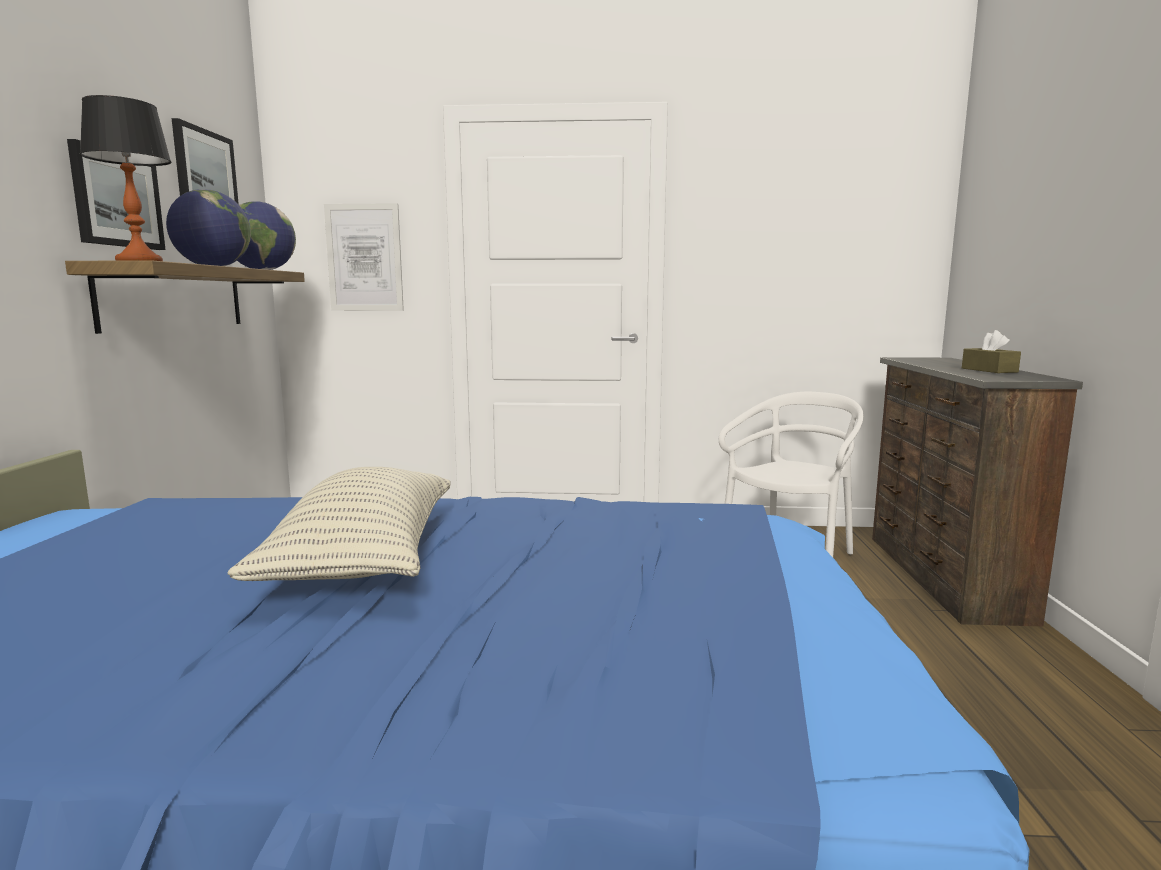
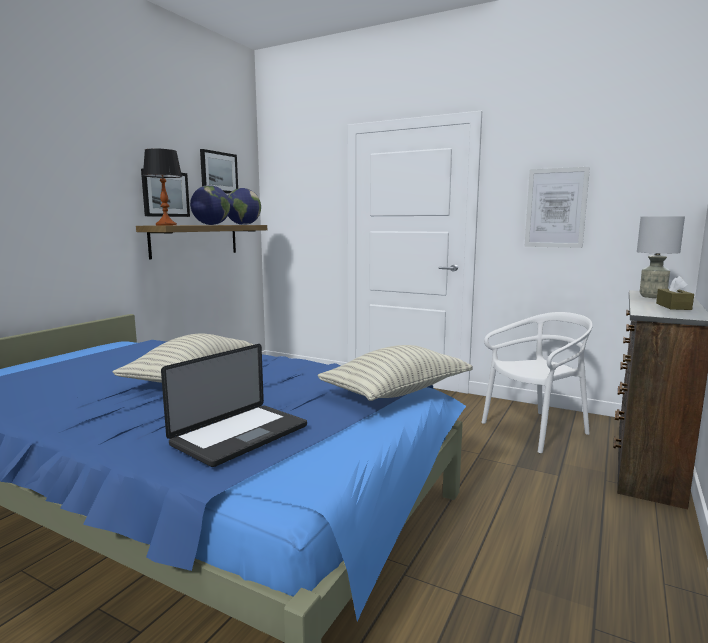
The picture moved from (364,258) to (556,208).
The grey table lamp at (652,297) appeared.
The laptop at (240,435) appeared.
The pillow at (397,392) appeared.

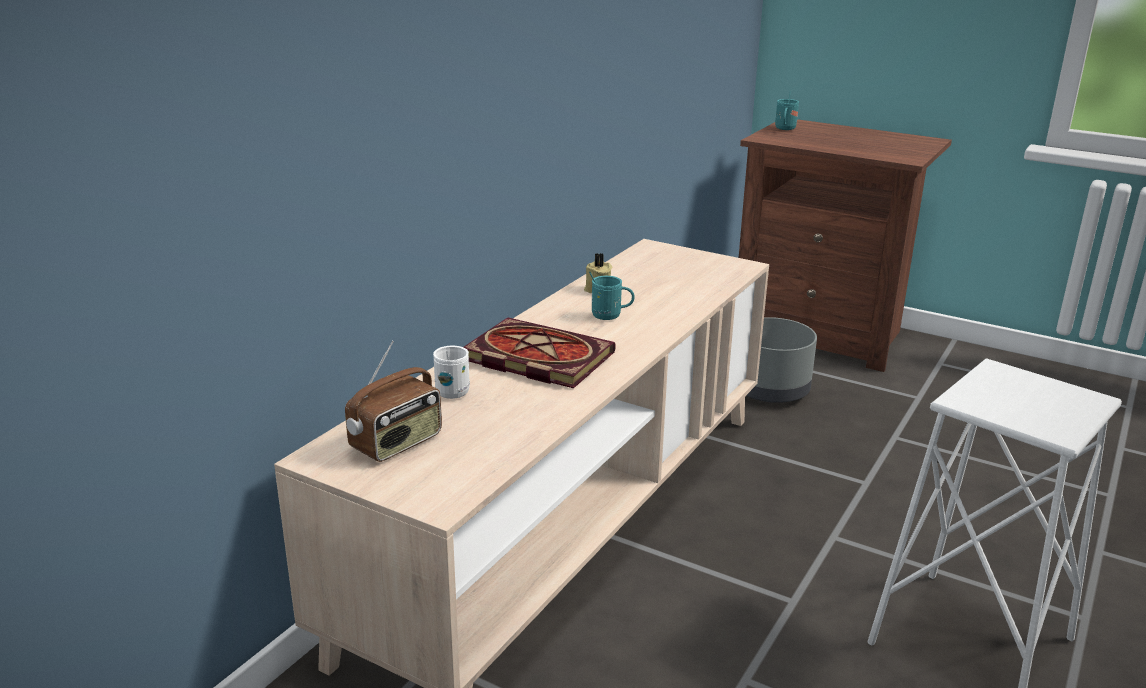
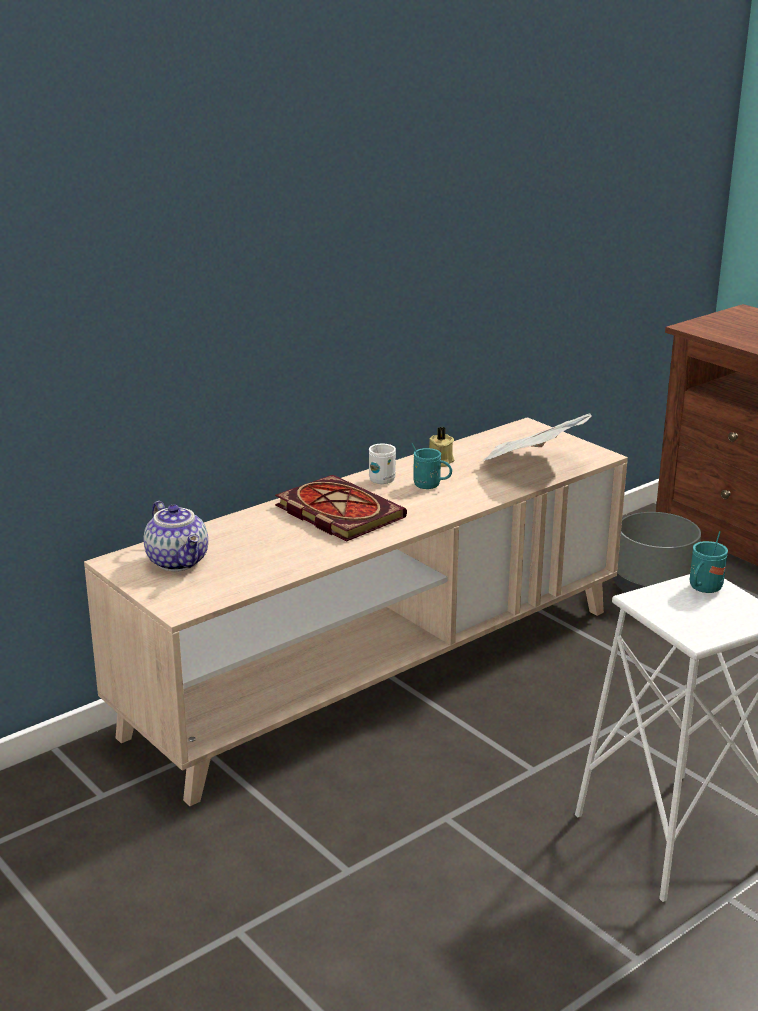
The turquoise mug moved from (784,129) to (703,590).
The radio at (397,444) was replaced by the teapot at (179,561).
The white mug moved from (453,390) to (384,479).
The newspaper at (532,466) appeared.

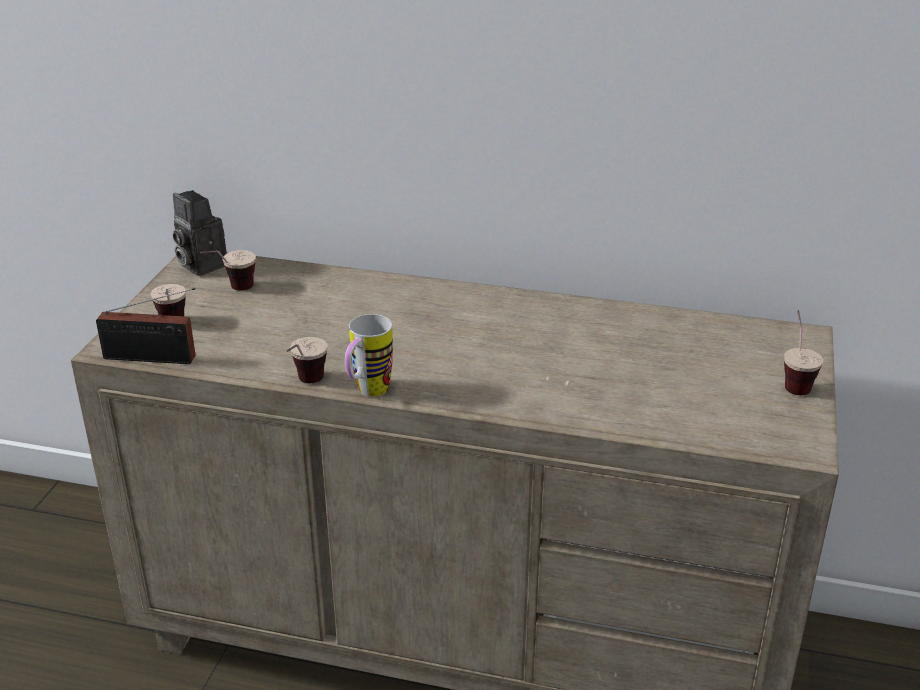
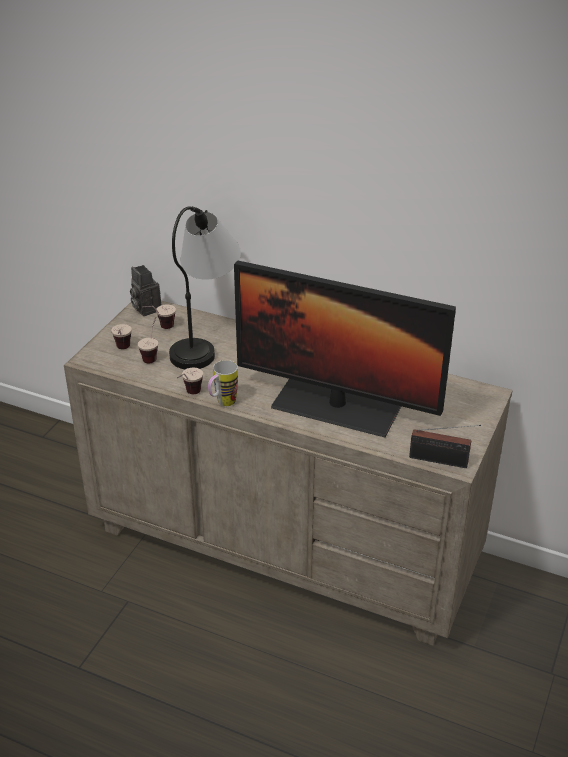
The radio moved from (154,358) to (441,461).
The cup moved from (794,380) to (152,355).
The table lamp at (206,340) appeared.
The monitor at (336,406) appeared.

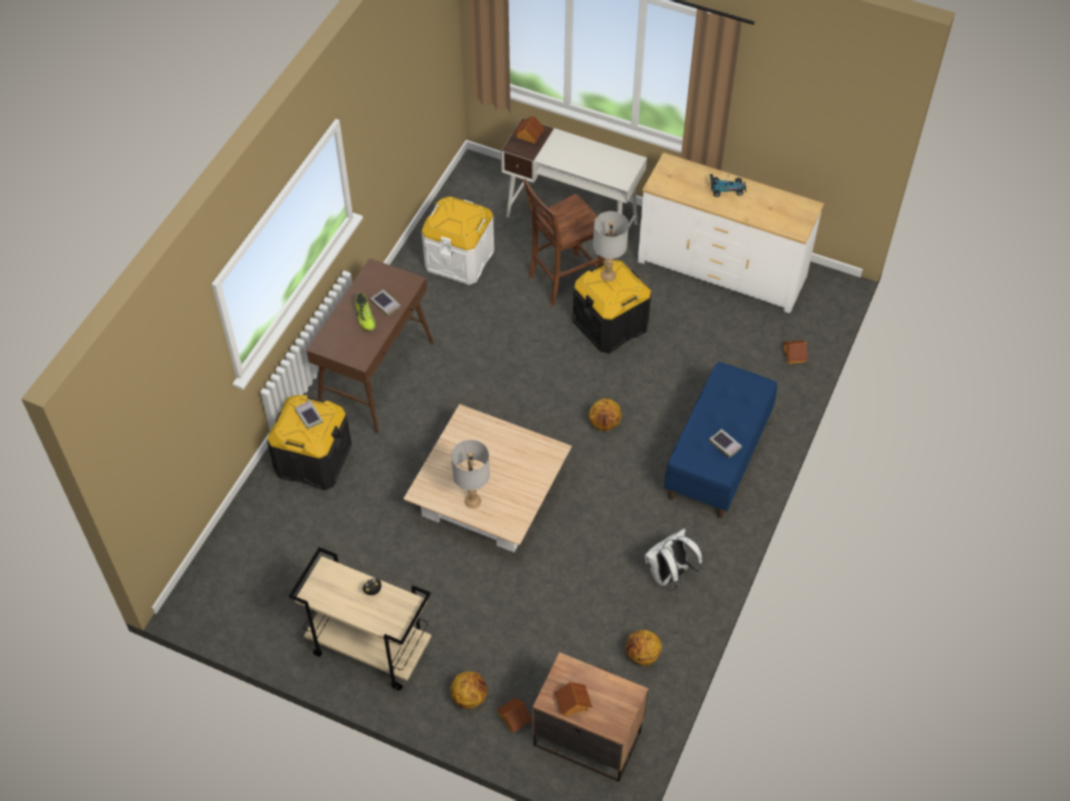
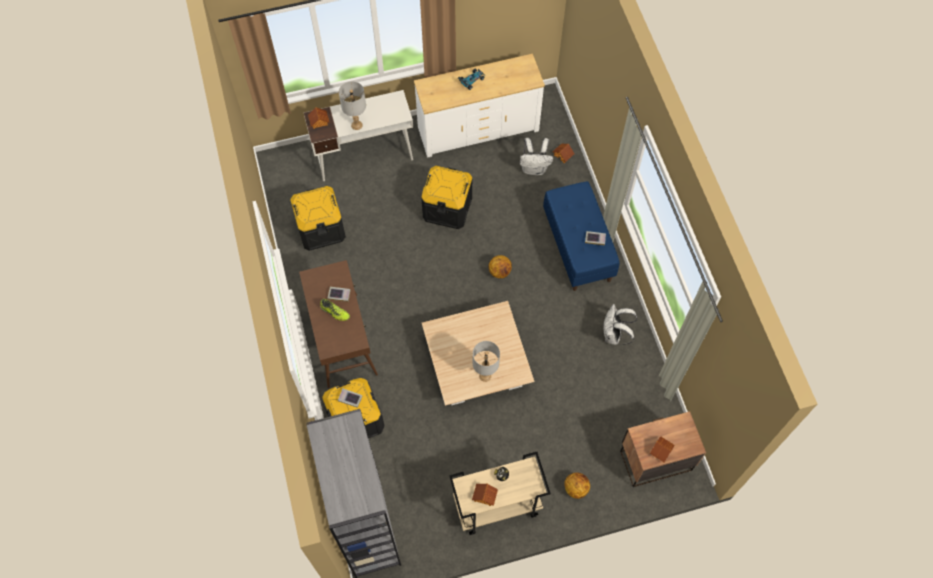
The brown chair at (563,280) disappeared.
The white storage box at (459,259) became the black storage box at (320,228).
The grey table lamp moved from (608,275) to (357,125).
The basketball at (642,655) disappeared.
The toy house moved from (513,718) to (484,496).
The white backpack at (534,168) appeared.
The grey bookcase at (367,526) appeared.

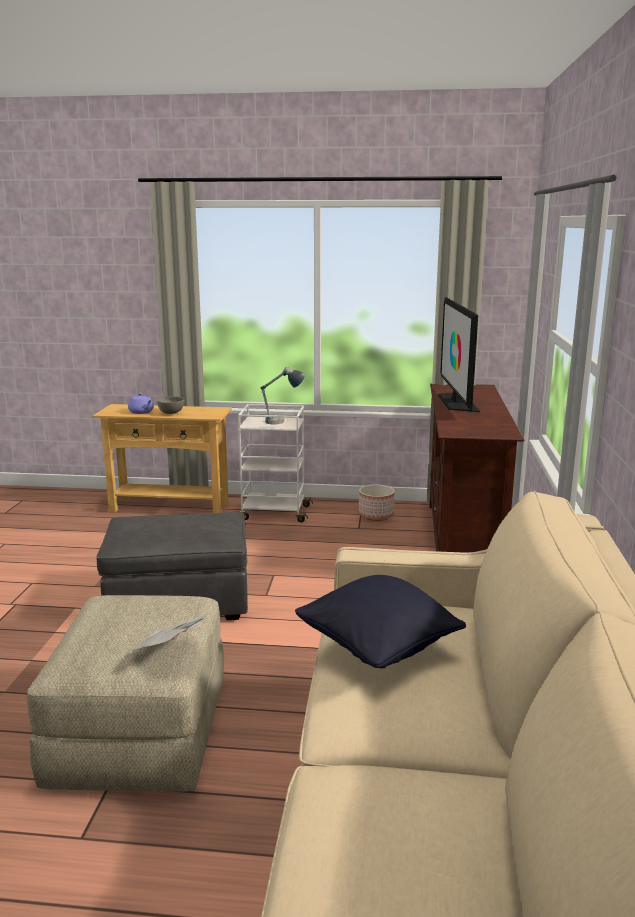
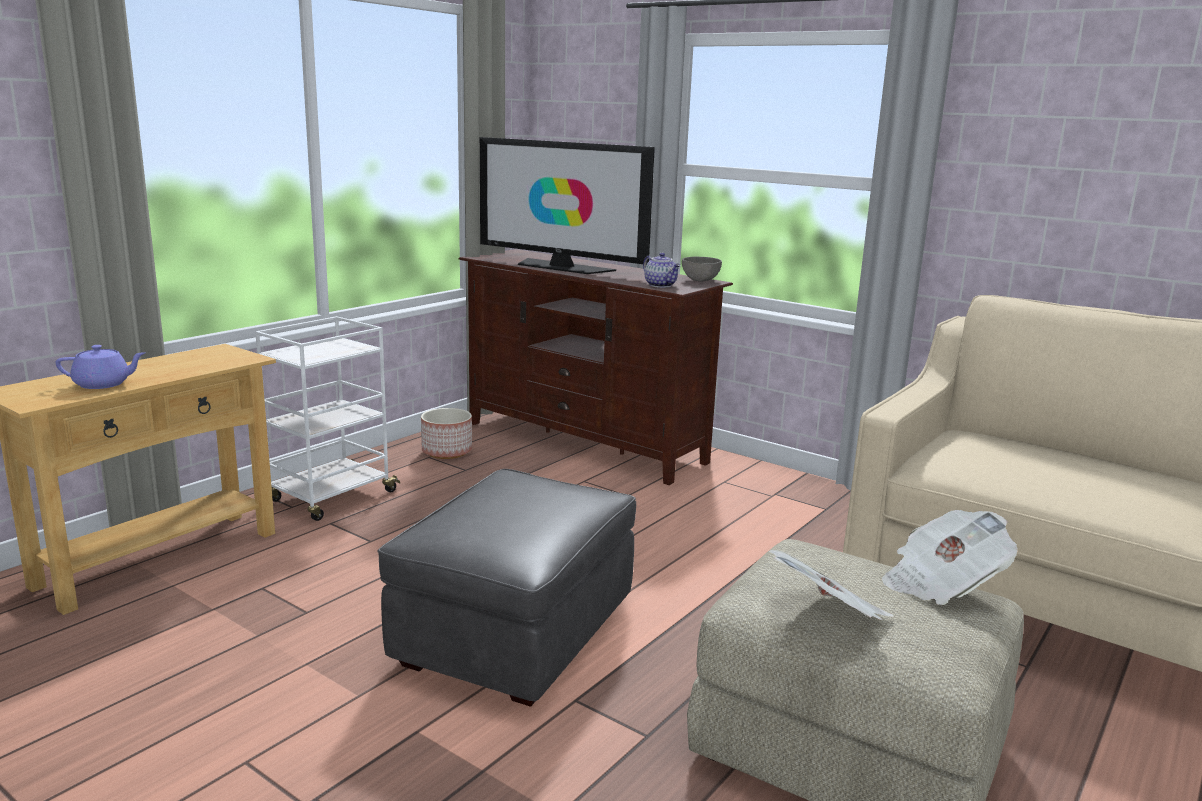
The table lamp at (283,422) disappeared.
The grey bowl moved from (171,413) to (699,280).
The black pillow at (378,649) disappeared.
The teapot at (661,285) appeared.
The newspaper at (828,616) appeared.

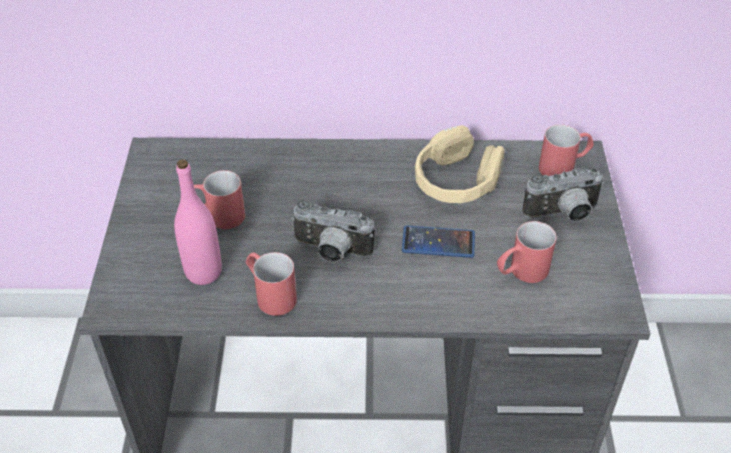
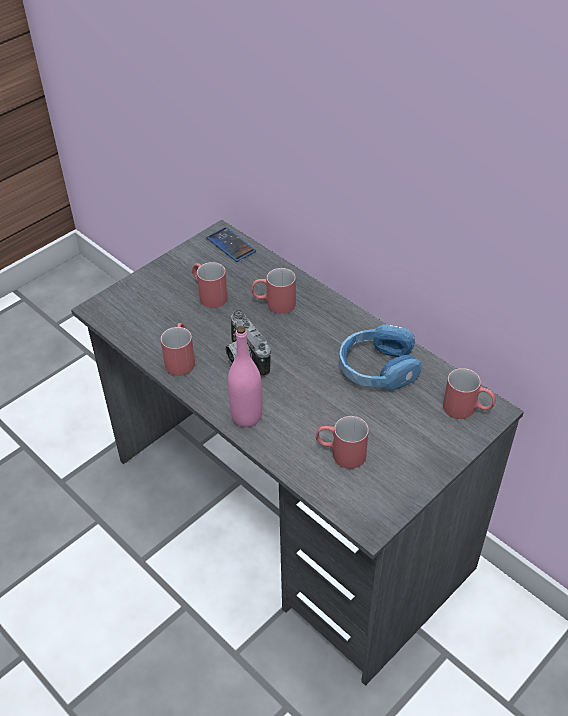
The beige headphones at (456,181) became the blue headphones at (377,369).
The pink bottle moved from (203,272) to (246,416).
The photo camera at (563,215) disappeared.
The phone moved from (438,242) to (231,245).
The red mug at (273,304) appeared.

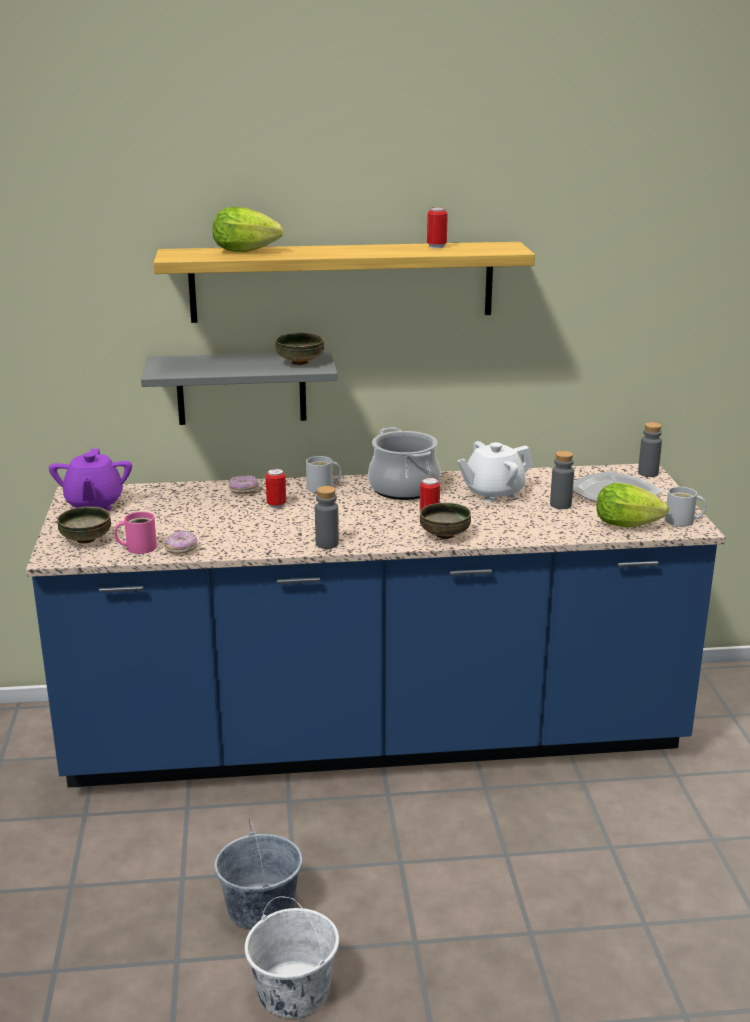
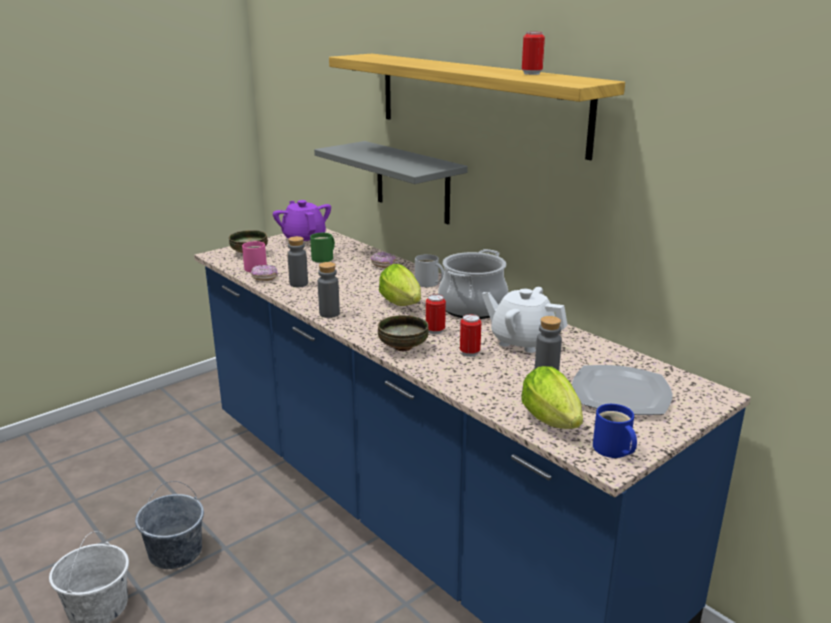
The lettuce moved from (249,251) to (403,305).
The bowl at (300,362) disappeared.
The grey bottle moved from (648,473) to (298,284).
The purple teapot at (94,504) turned 105 degrees clockwise.
The can moved from (276,505) to (469,353).
The white mug at (682,521) became the blue mug at (612,450).
The green mug at (324,258) appeared.

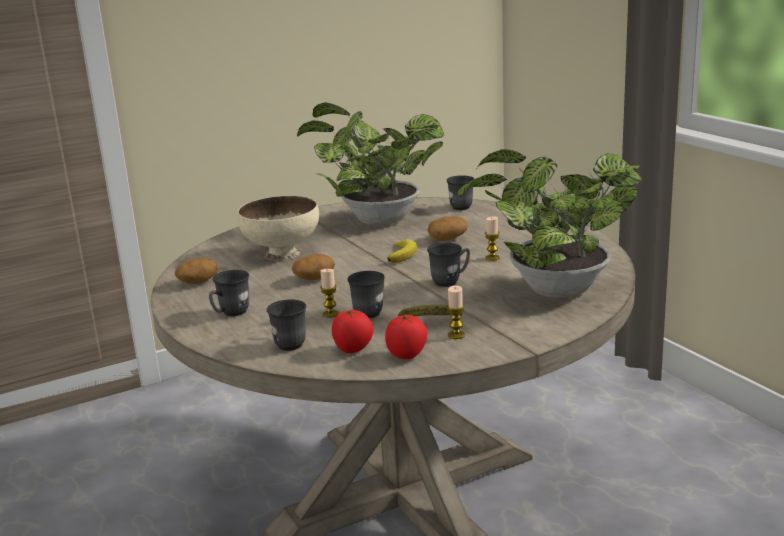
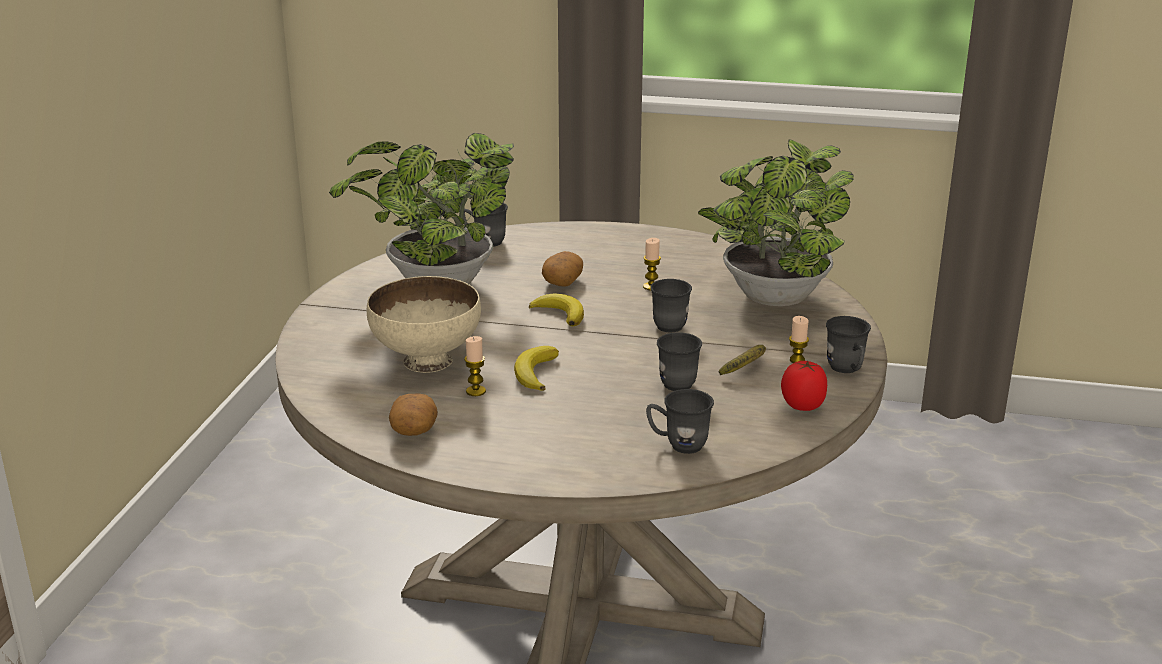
The potato at (314,278) was replaced by the banana at (535,373).
The candle moved from (330,314) to (476,391).
The grey mug moved from (230,314) to (847,370).
The tomato at (353,349) disappeared.

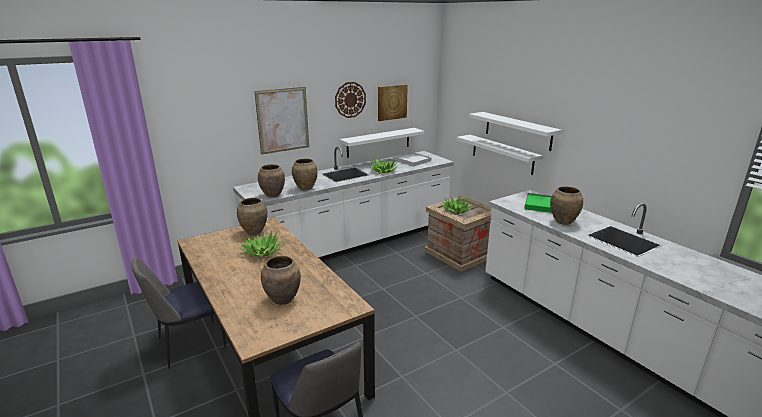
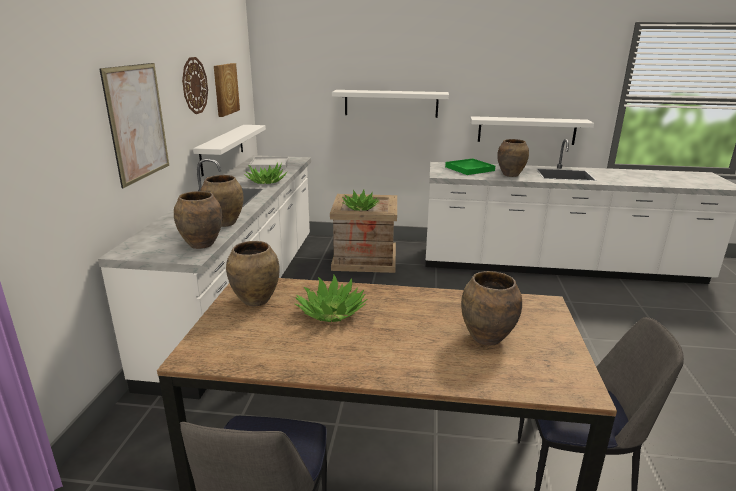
The white shelf moved from (502,154) to (526,130).

